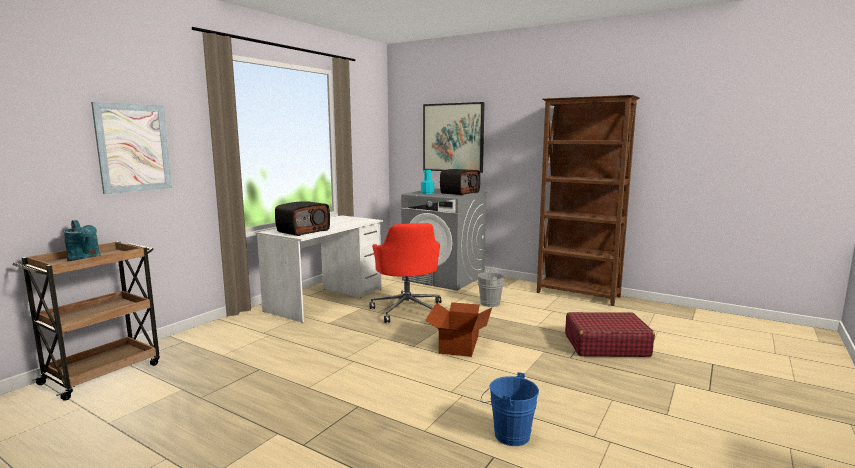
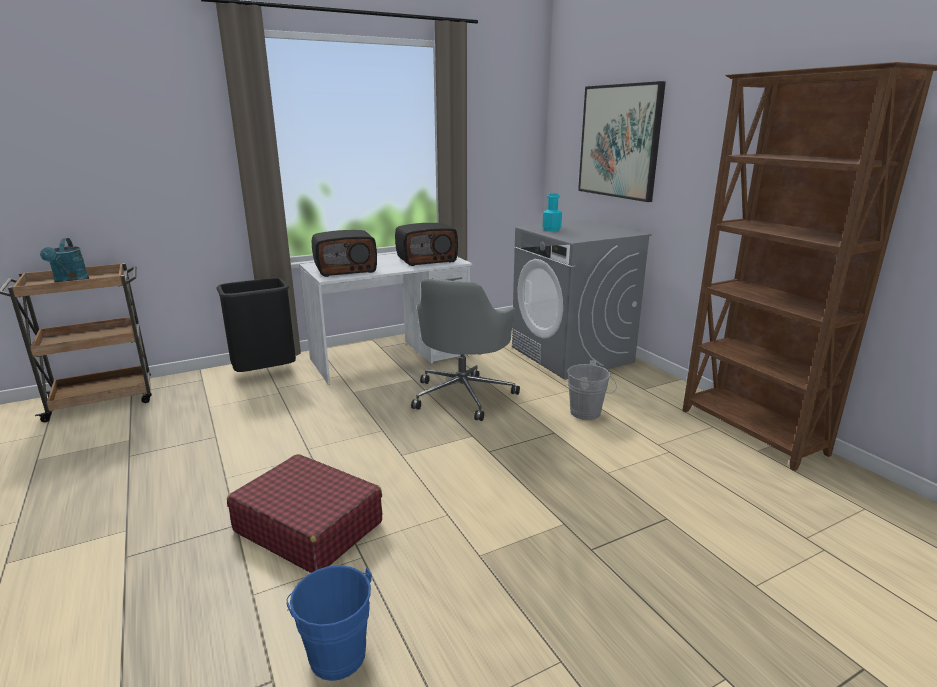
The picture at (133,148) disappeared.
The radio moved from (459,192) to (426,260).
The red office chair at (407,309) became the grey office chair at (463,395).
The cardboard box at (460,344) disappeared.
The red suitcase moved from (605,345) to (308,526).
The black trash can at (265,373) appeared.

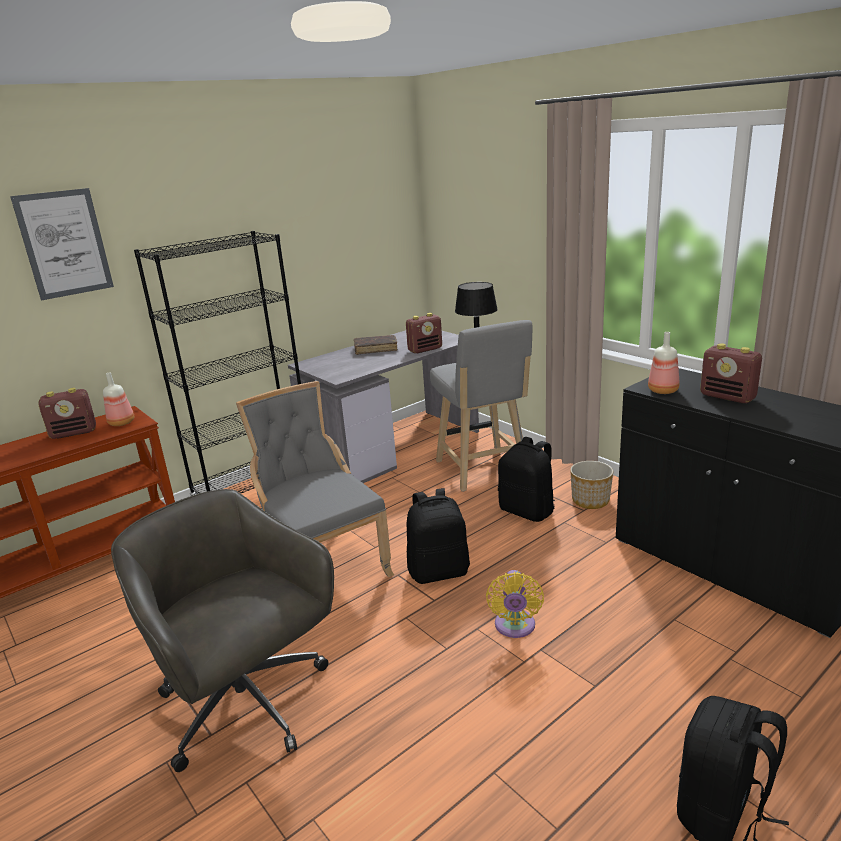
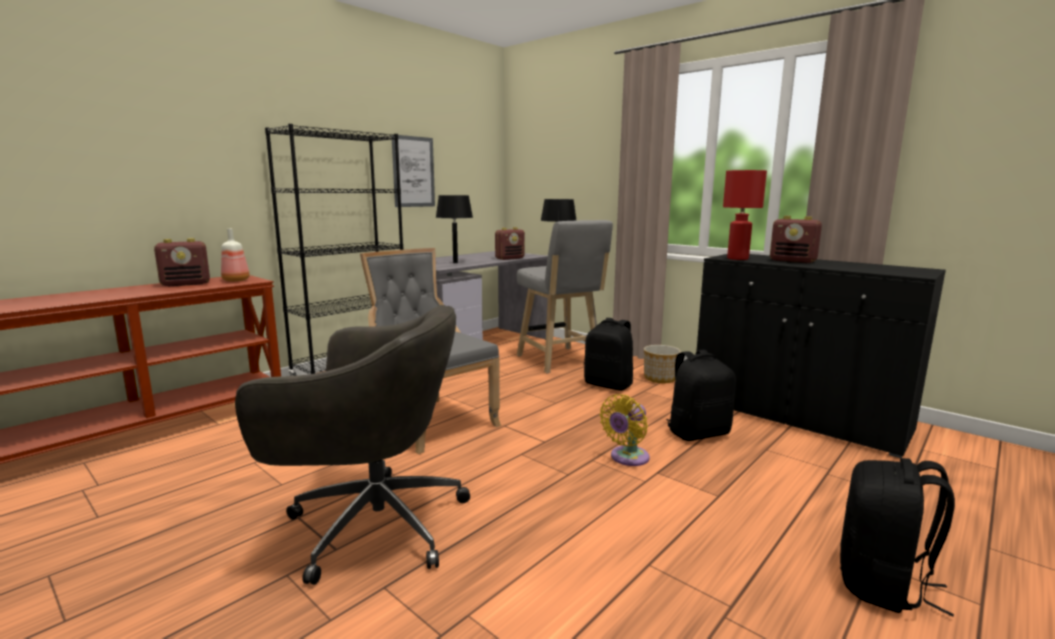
The picture moved from (64,244) to (413,172).
The bottle at (663,390) was replaced by the red table lamp at (738,259).
The brown book at (376,349) disappeared.
The black backpack moved from (439,571) to (697,433).
The grey office chair at (247,705) turned 150 degrees clockwise.
The yellow fan at (514,627) turned 45 degrees clockwise.
The black table lamp at (455,263) appeared.

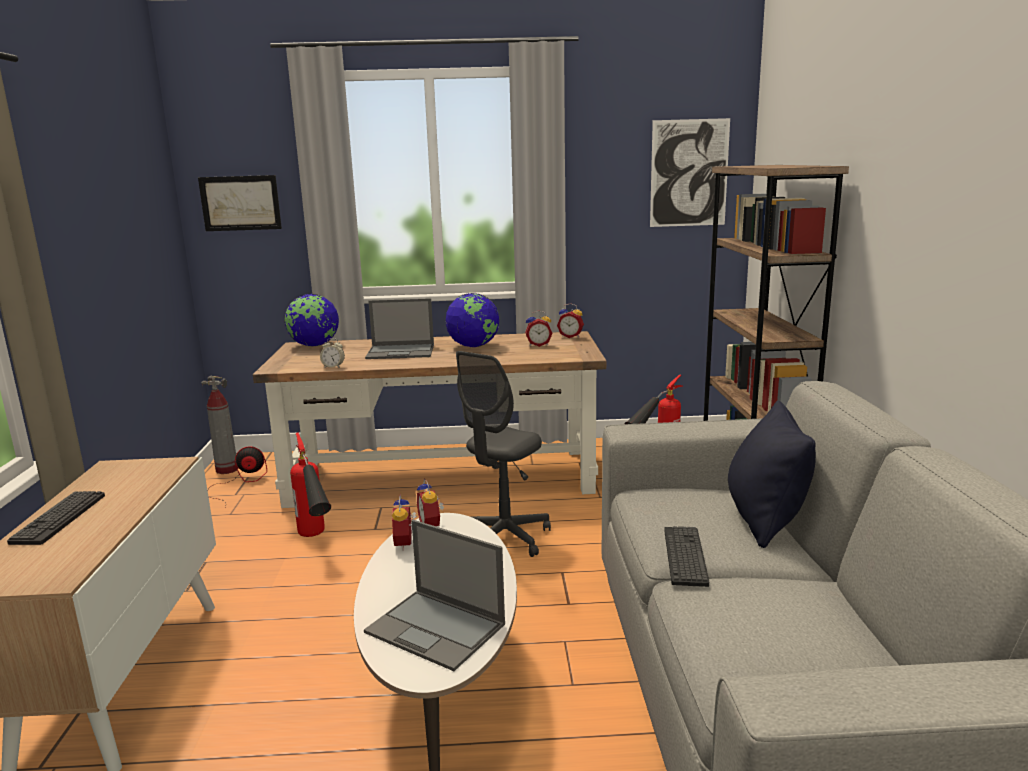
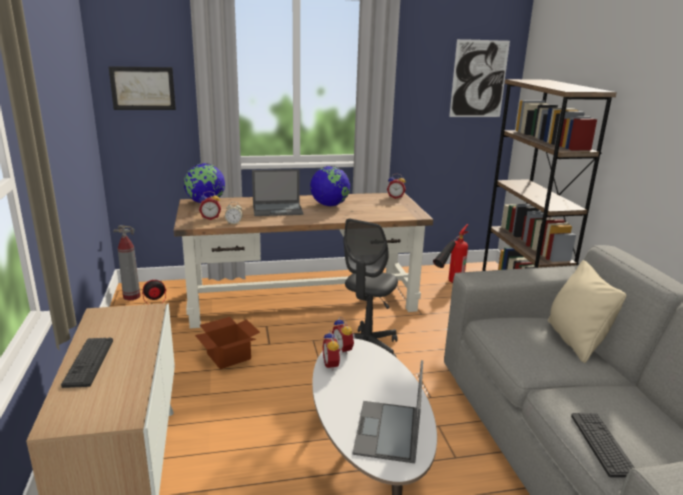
The alarm clock moved from (538,345) to (210,218).
The black pillow at (764,520) became the beige pillow at (575,341).
The fire extinguisher at (316,541) was replaced by the cardboard box at (229,355).
The laptop at (437,629) turned 75 degrees clockwise.
The keyboard moved from (685,556) to (602,444).

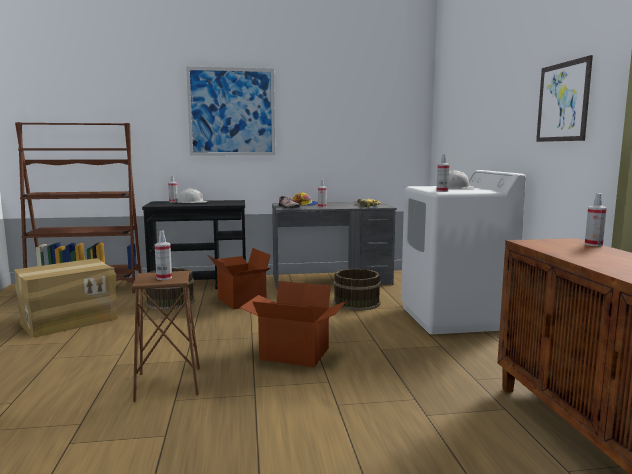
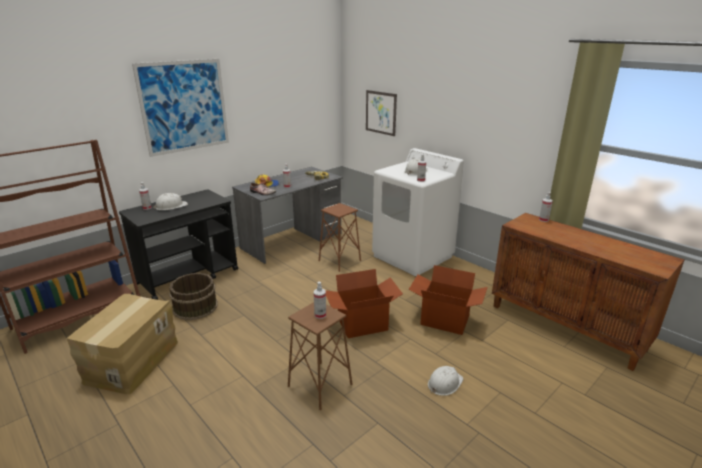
The picture moved from (563,102) to (381,112).
The cardboard box moved from (240,301) to (444,321).
The brown bucket at (356,303) was replaced by the brown stool at (339,261).
The white hard hat at (444,383) appeared.

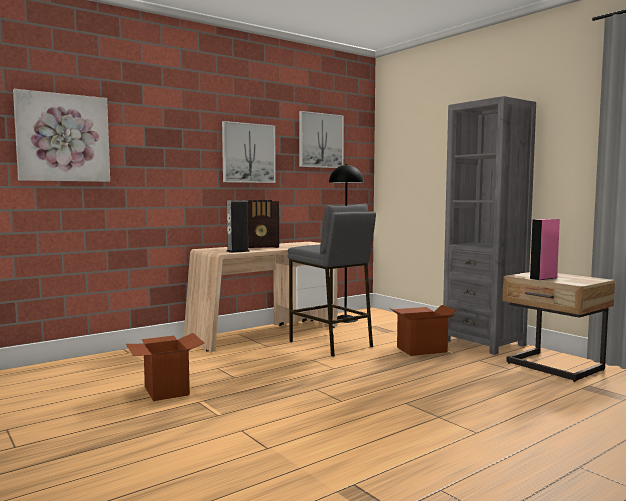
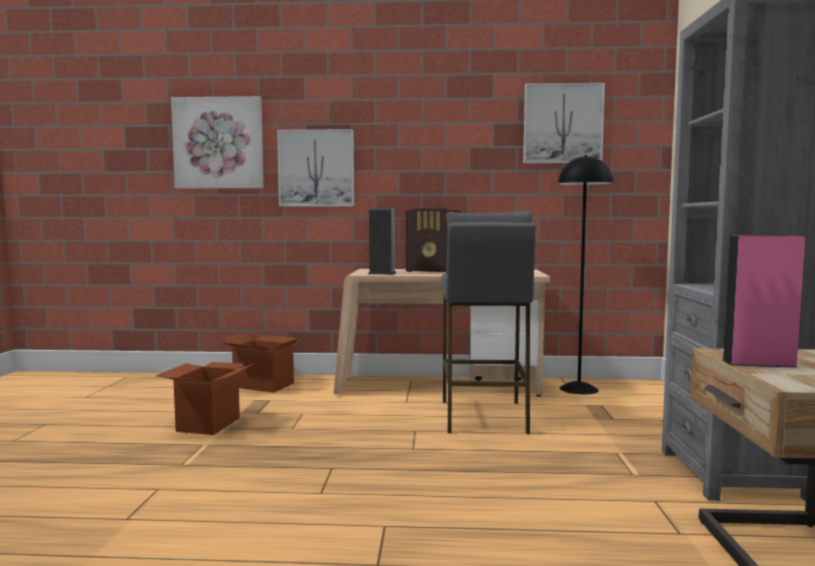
The picture moved from (248,153) to (316,168).
The cardboard box moved from (421,349) to (264,385).

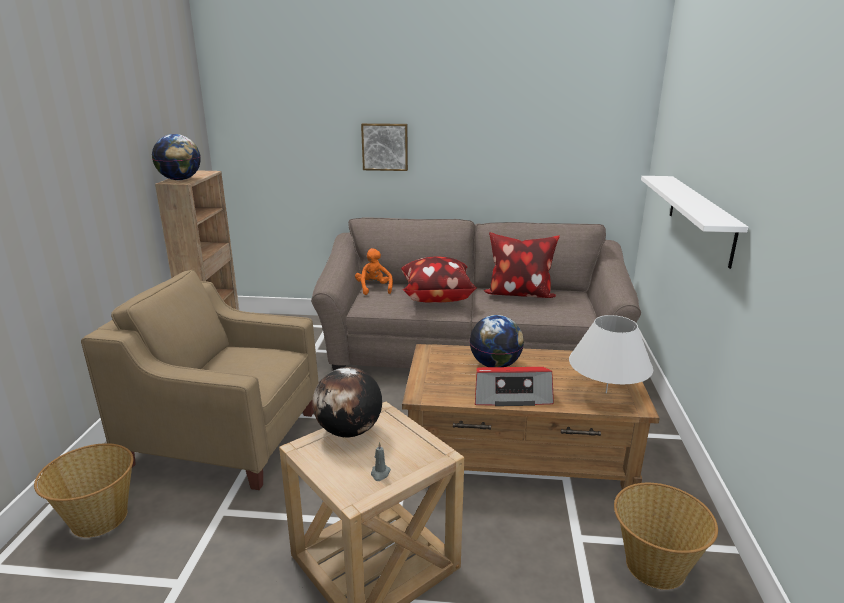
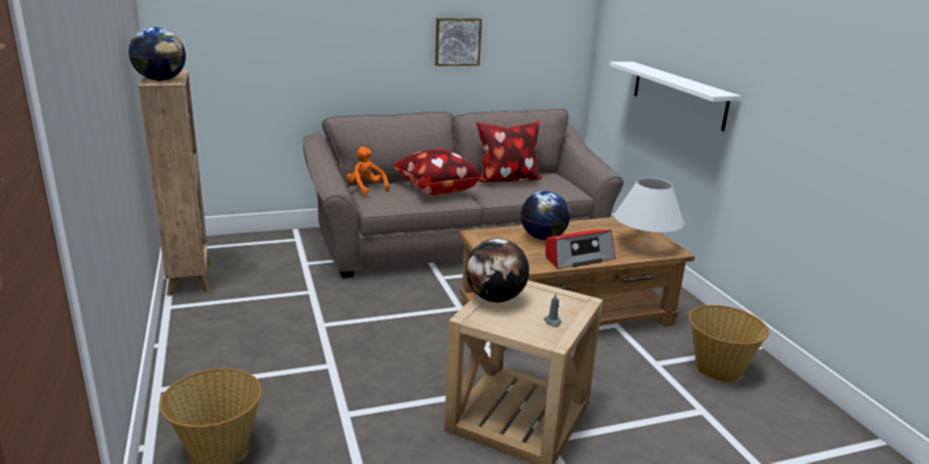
The picture moved from (385,146) to (457,41).
The beige armchair at (225,438) disappeared.

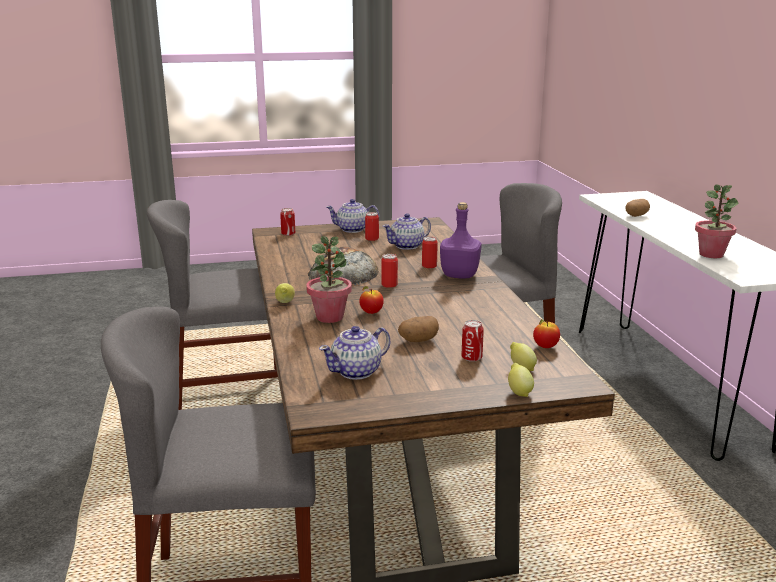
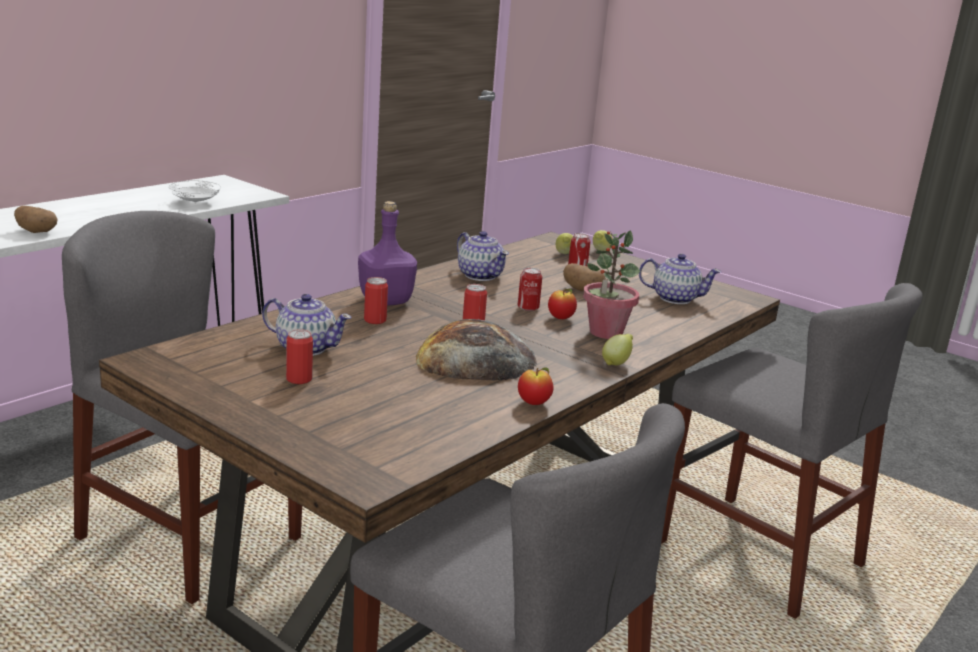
The potted plant at (711,254) was replaced by the white plate at (195,203).
The teapot moved from (353,229) to (480,275).
The can moved from (288,234) to (528,308).
The apple moved from (545,347) to (533,403).

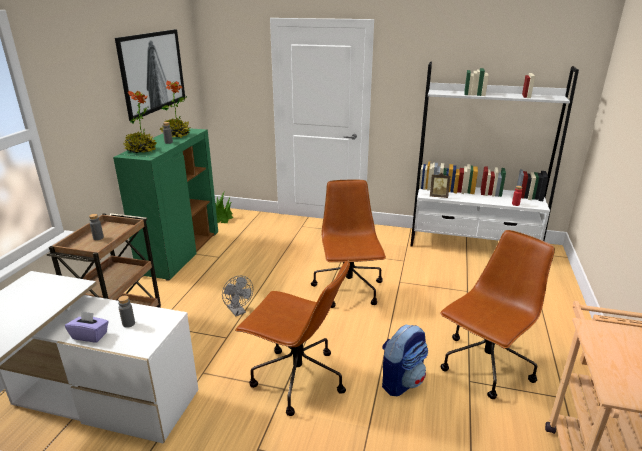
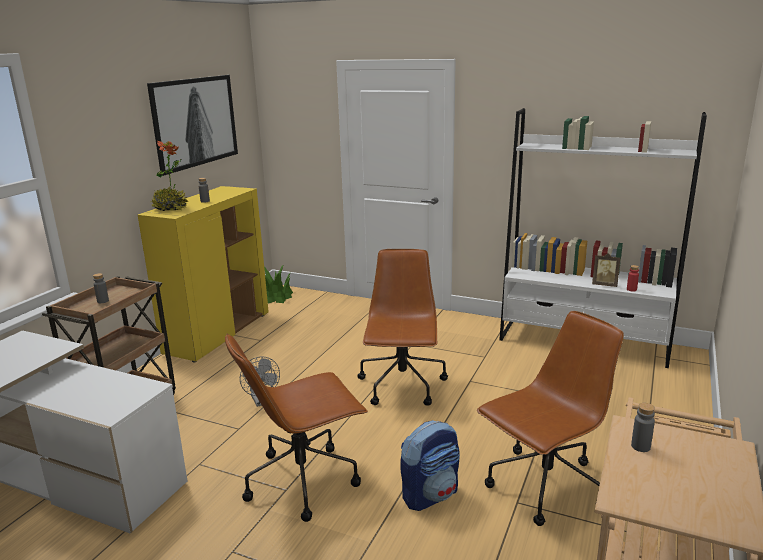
The potted plant at (176,135) disappeared.
The green cabinet at (180,253) became the yellow cabinet at (218,334).
The picture frame moved from (438,196) to (604,285).
The brown office chair at (296,378) turned 120 degrees clockwise.
The grey bottle moved from (128,323) to (640,446).
The purple tissue box at (90,335) disappeared.

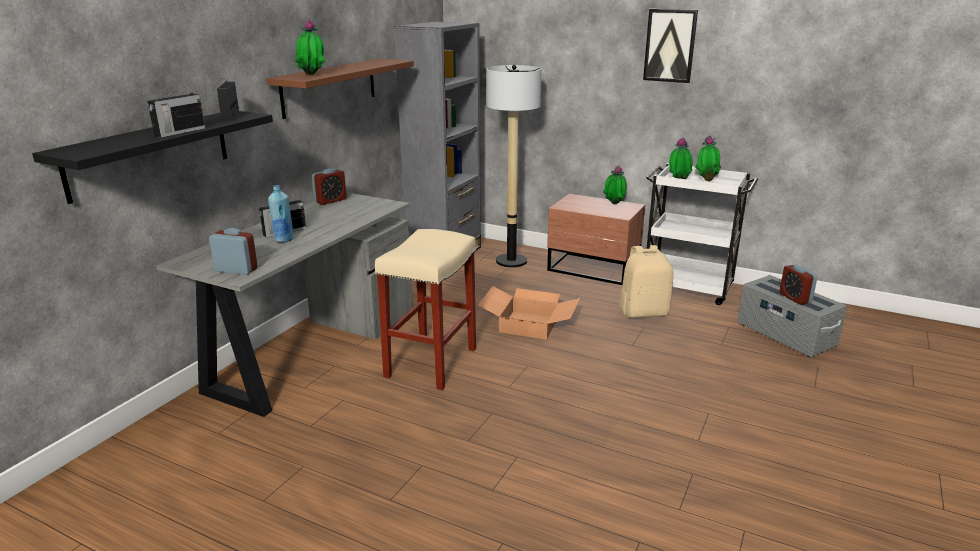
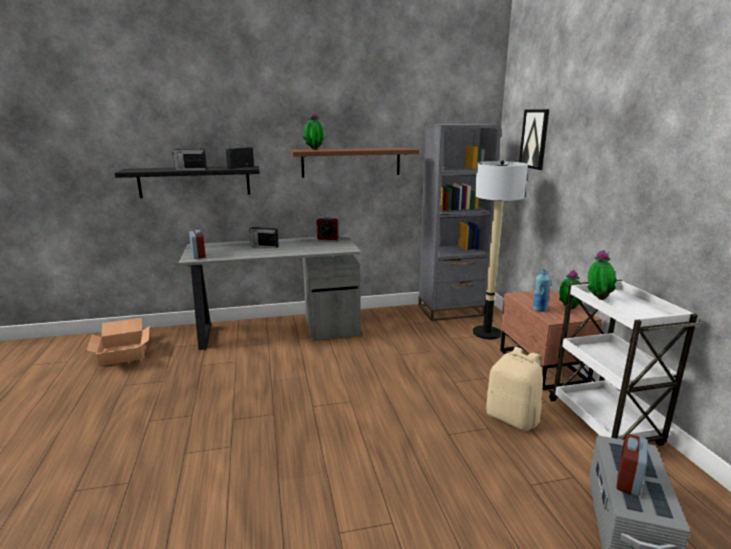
The picture moved from (670,45) to (534,139).
The potted plant at (706,180) disappeared.
The blue bottle moved from (283,239) to (539,309).
The beige stool at (431,363) disappeared.
The cardboard box moved from (527,325) to (122,353).

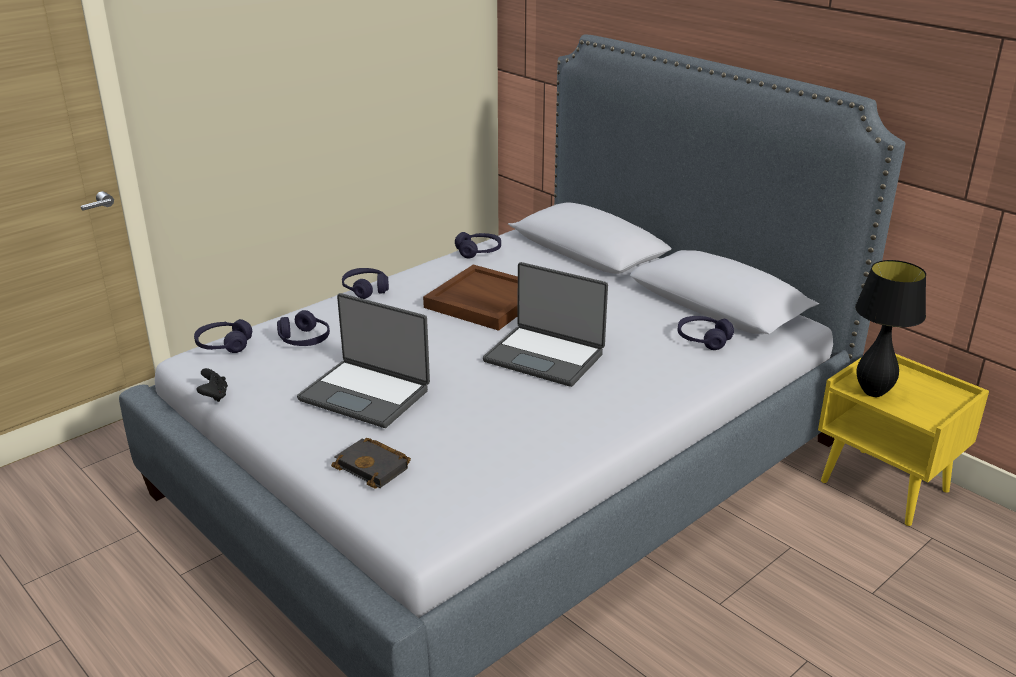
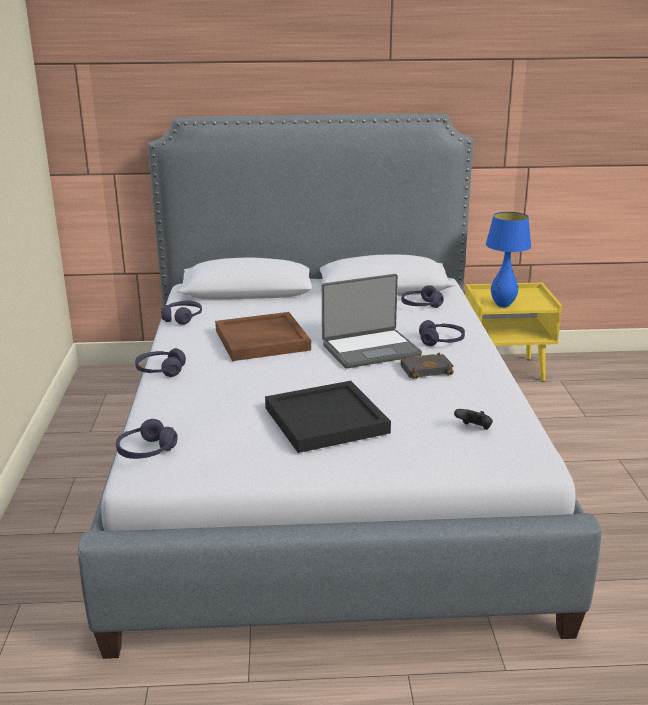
The black table lamp at (873,392) became the blue table lamp at (503,305).
The laptop at (366,394) was replaced by the black tray at (326,419).
The purple headphones moved from (304,340) to (441,341).
The black game controller moved from (214,396) to (474,429).
The black book moved from (375,467) to (427,369).

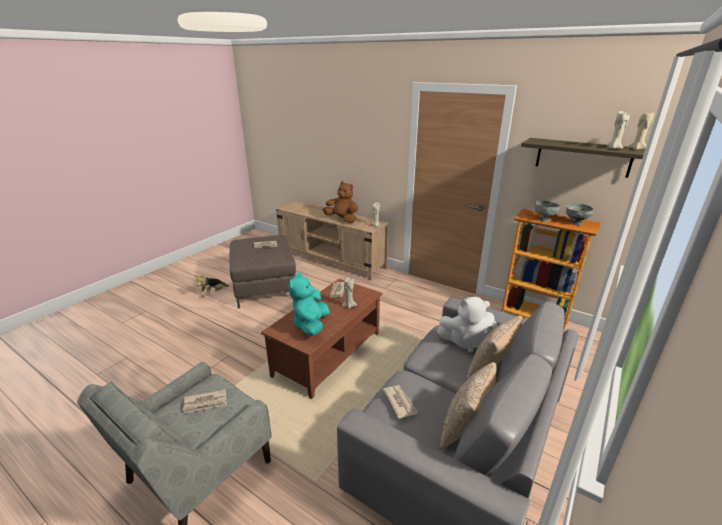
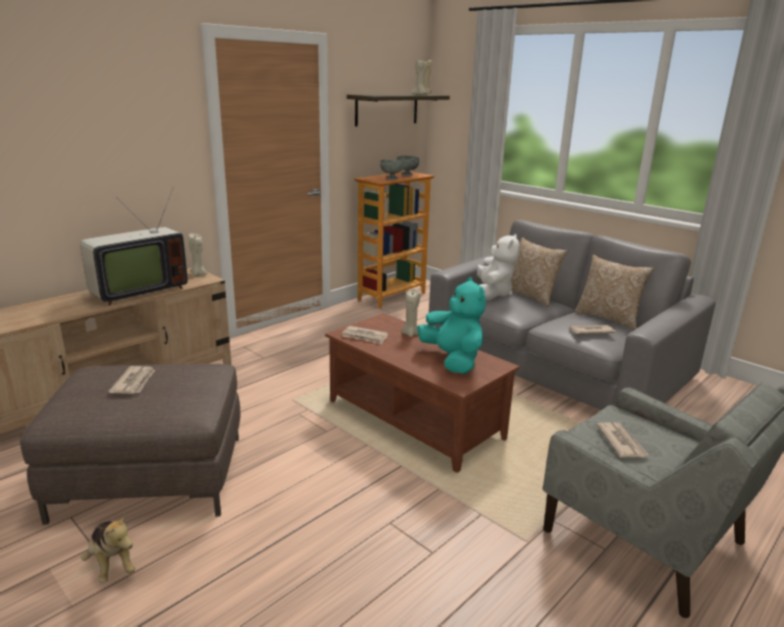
The brown plush toy at (342,219) was replaced by the television at (136,291).
The turquoise plush toy at (311,325) turned 135 degrees counterclockwise.

